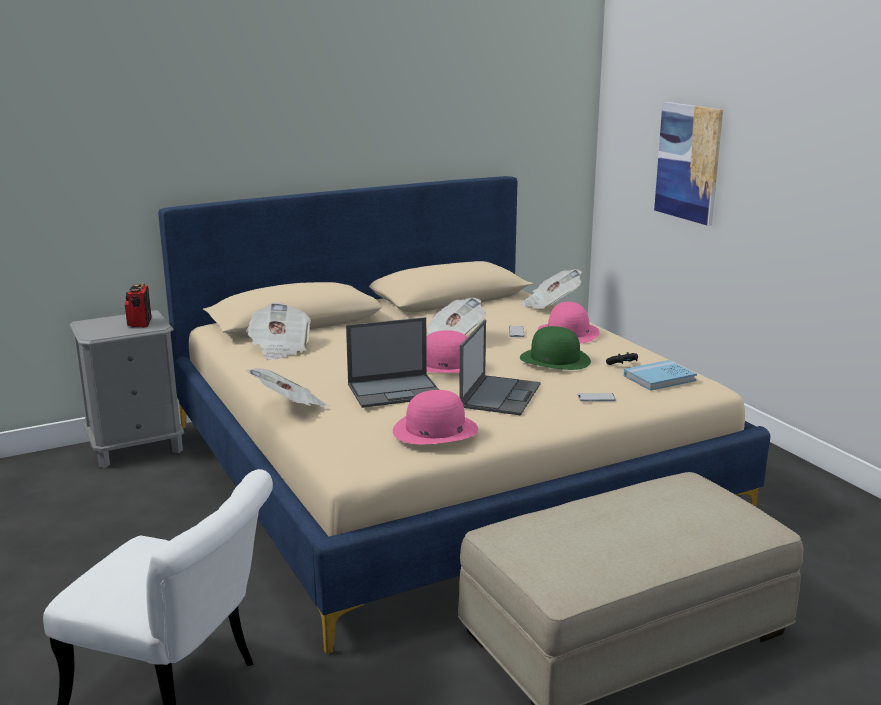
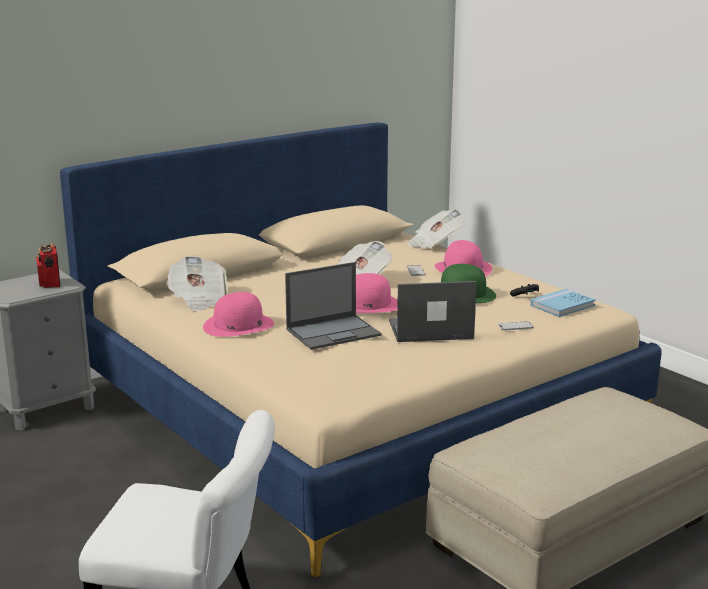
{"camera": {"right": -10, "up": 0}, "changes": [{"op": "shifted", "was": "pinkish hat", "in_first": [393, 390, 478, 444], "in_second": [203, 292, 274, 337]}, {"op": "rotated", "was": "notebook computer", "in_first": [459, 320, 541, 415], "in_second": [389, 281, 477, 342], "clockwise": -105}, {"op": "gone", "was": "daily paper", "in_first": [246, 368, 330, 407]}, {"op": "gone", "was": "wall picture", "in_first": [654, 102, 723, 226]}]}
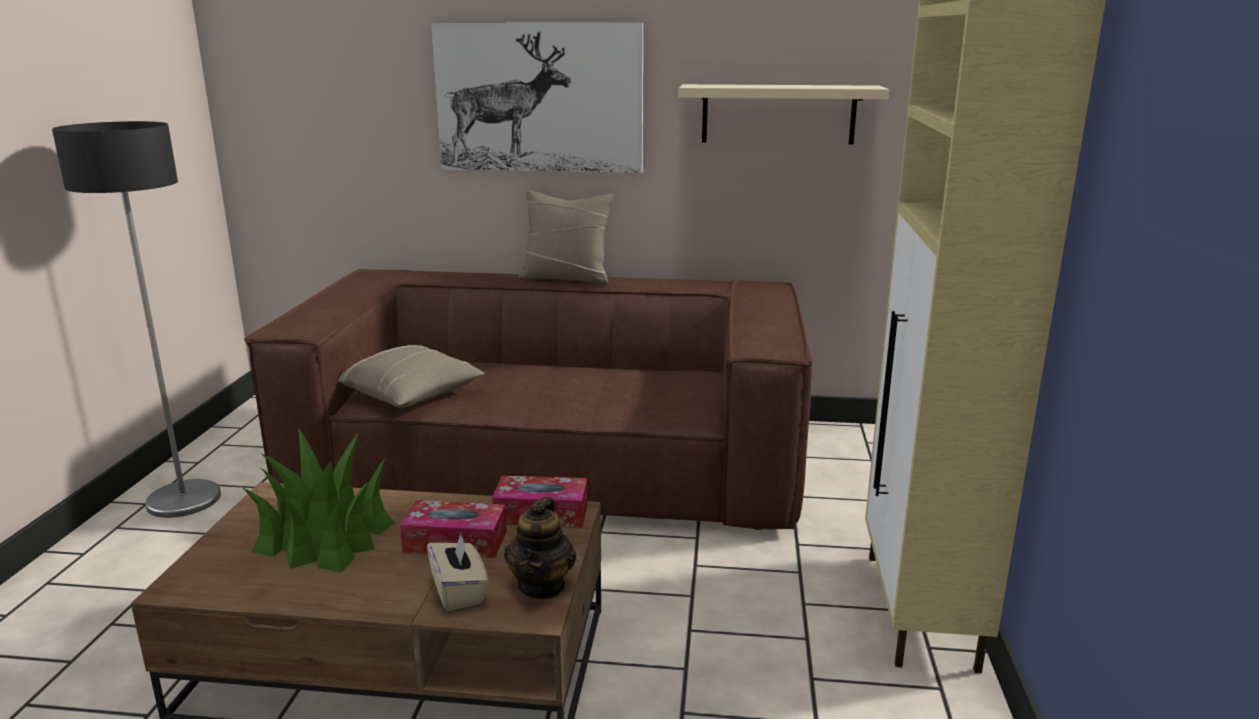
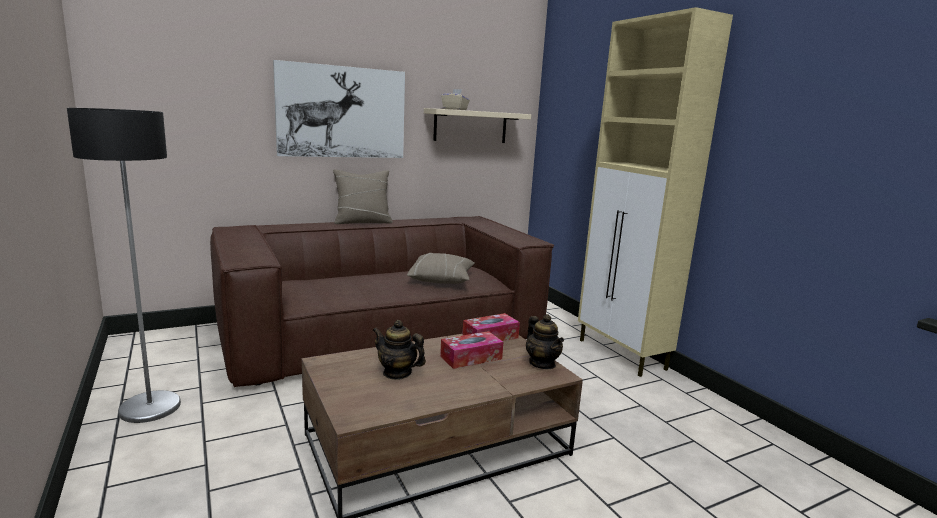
{"camera": {"right": -35, "up": -5}, "changes": [{"op": "swapped", "was": "potted plant", "now": "tea pot", "in_first": [243, 428, 395, 573], "in_second": [372, 320, 426, 380]}, {"op": "shifted", "was": "beige cushion", "in_first": [338, 345, 485, 408], "in_second": [407, 253, 475, 284]}, {"op": "shifted", "was": "beige box of tissues", "in_first": [427, 534, 488, 611], "in_second": [441, 89, 470, 110]}]}
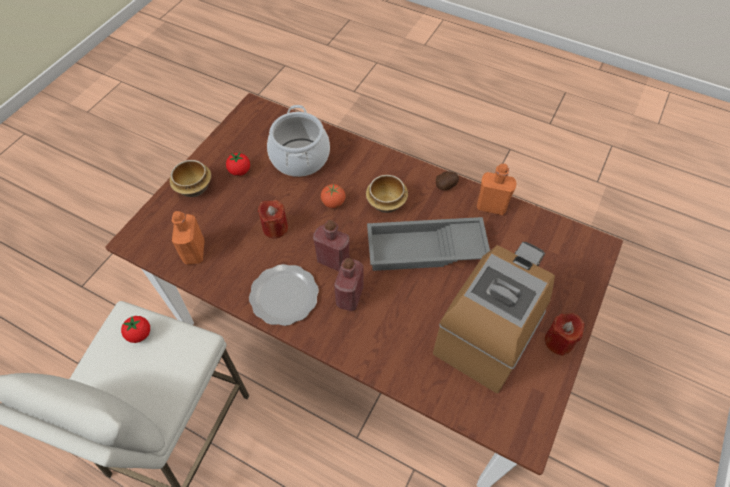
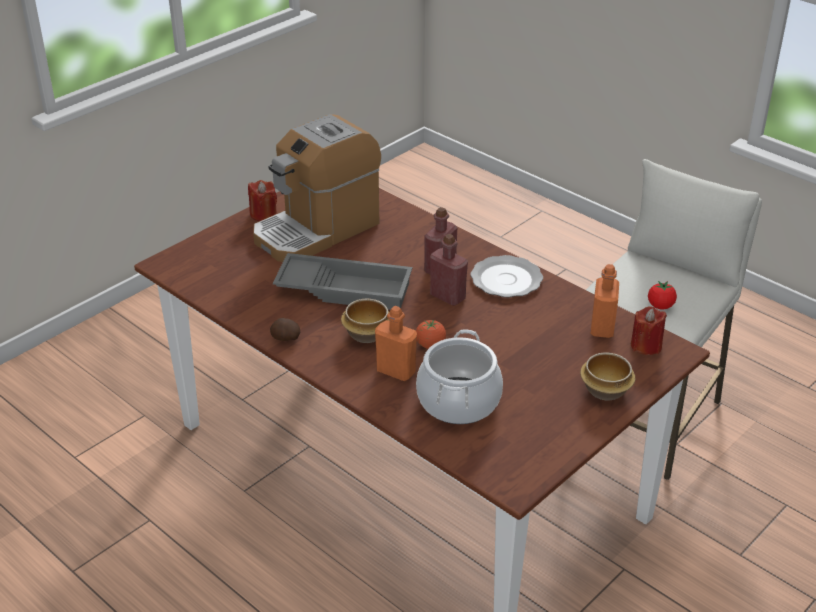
{"camera": {"right": -165, "up": -20}, "changes": [{"op": "shifted", "was": "orange bottle", "in_first": [477, 164, 517, 215], "in_second": [375, 306, 417, 381]}, {"op": "shifted", "was": "red-coloured wax light", "in_first": [258, 200, 288, 239], "in_second": [631, 306, 667, 355]}, {"op": "gone", "was": "whole tomato", "in_first": [226, 152, 250, 176]}]}
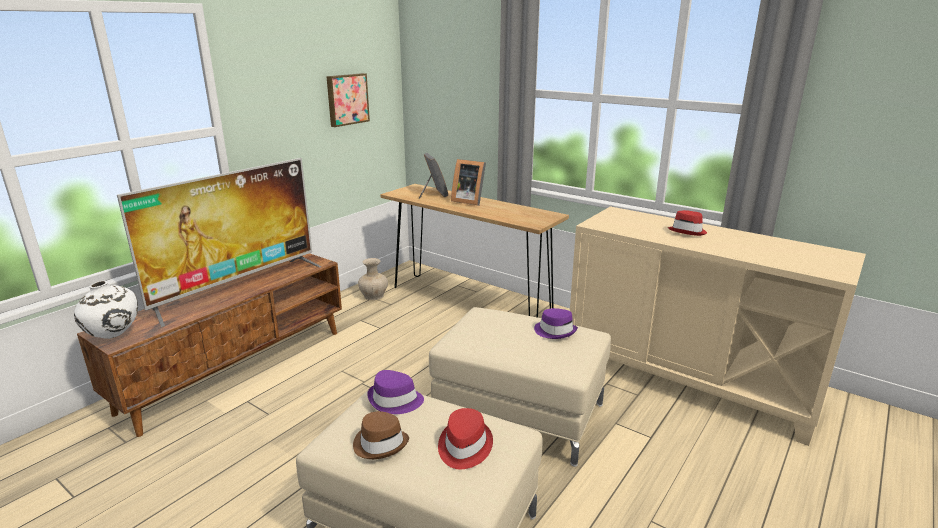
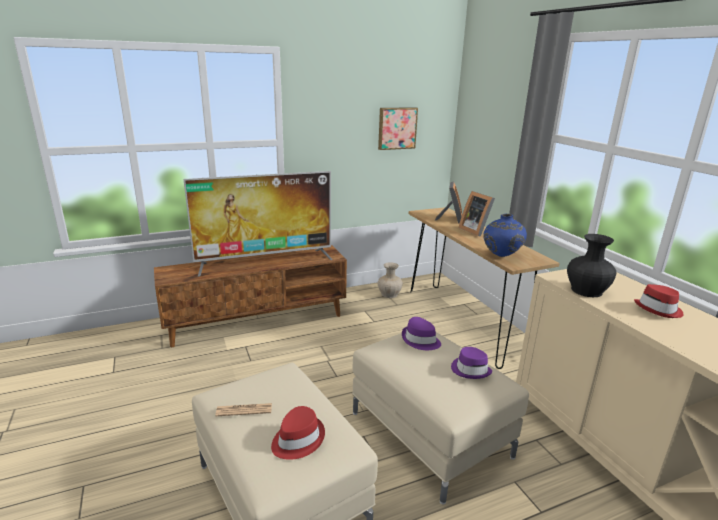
{"camera": {"right": 30, "up": 0}, "changes": [{"op": "swapped", "was": "brownish hat", "now": "daily paper", "in_first": [353, 411, 409, 459], "in_second": [215, 403, 272, 416]}, {"op": "shifted", "was": "purple-coloured hat", "in_first": [367, 370, 424, 414], "in_second": [402, 317, 441, 350]}, {"op": "new", "now": "bluish vase", "in_second": [483, 214, 527, 257]}, {"op": "new", "now": "blackish vase", "in_second": [567, 234, 617, 297]}, {"op": "gone", "was": "whitish vase", "in_first": [74, 281, 138, 339]}]}
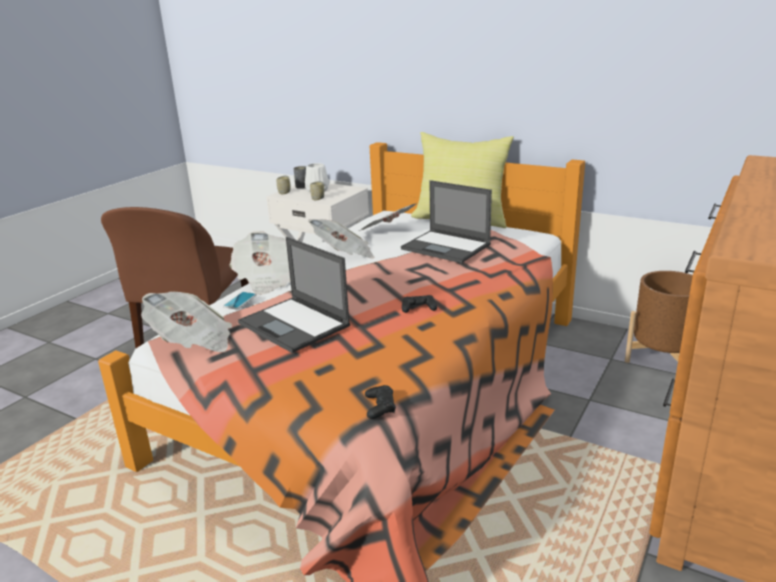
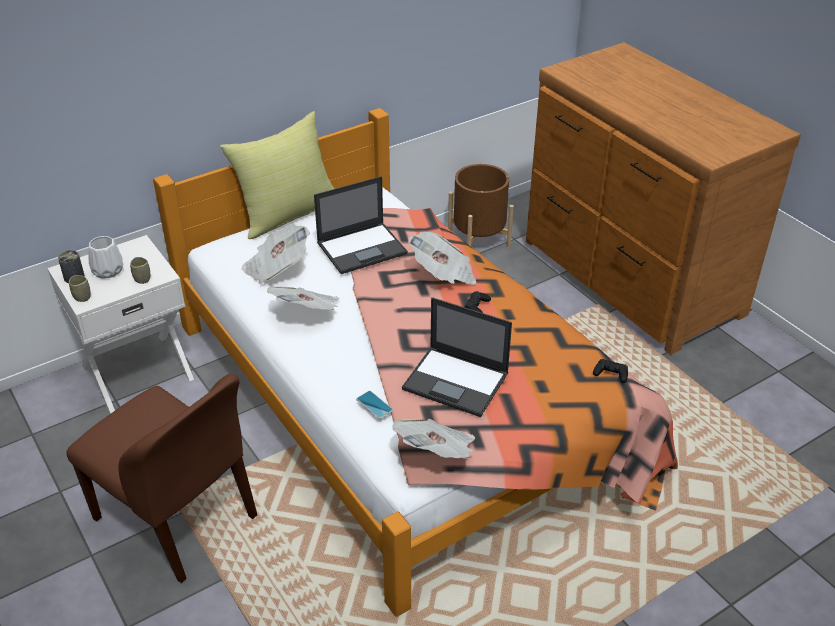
{"camera": {"right": -65, "up": 15}, "changes": [{"op": "rotated", "was": "notebook computer", "in_first": [238, 237, 350, 353], "in_second": [402, 297, 512, 417], "clockwise": 45}, {"op": "shifted", "was": "daily paper", "in_first": [230, 231, 291, 295], "in_second": [408, 232, 477, 285]}]}
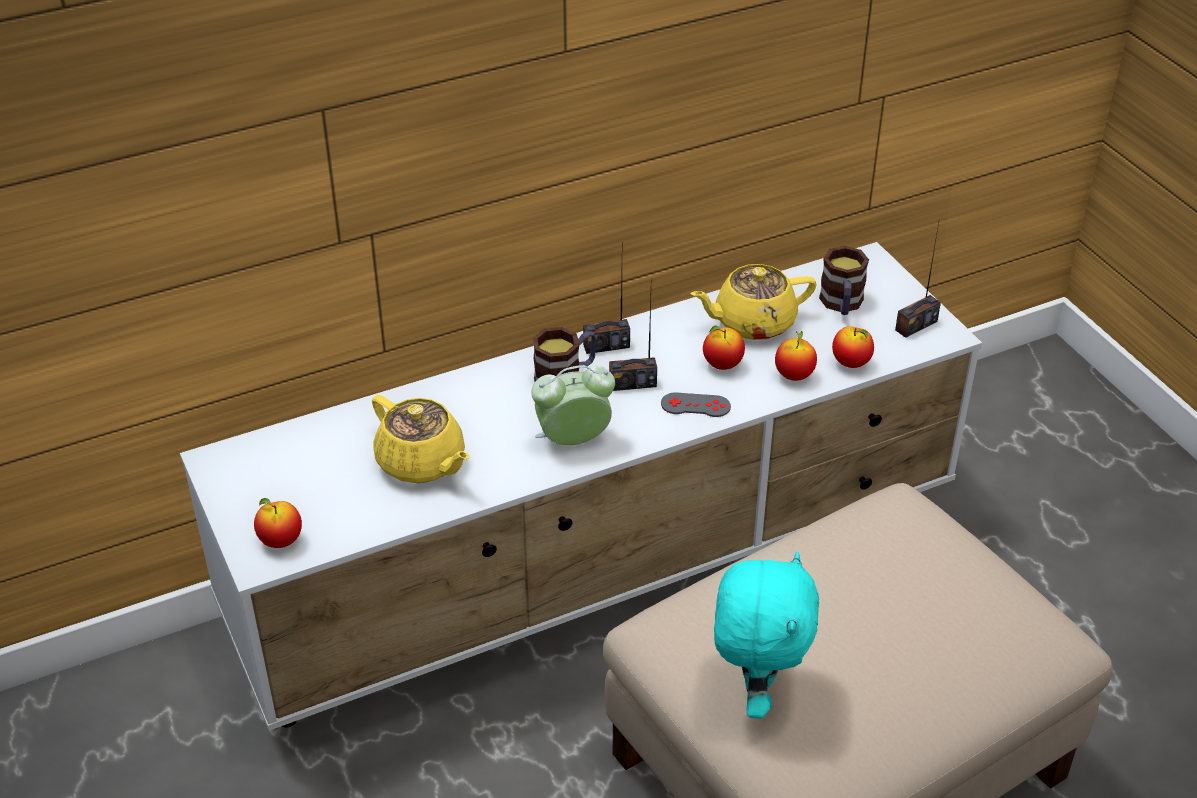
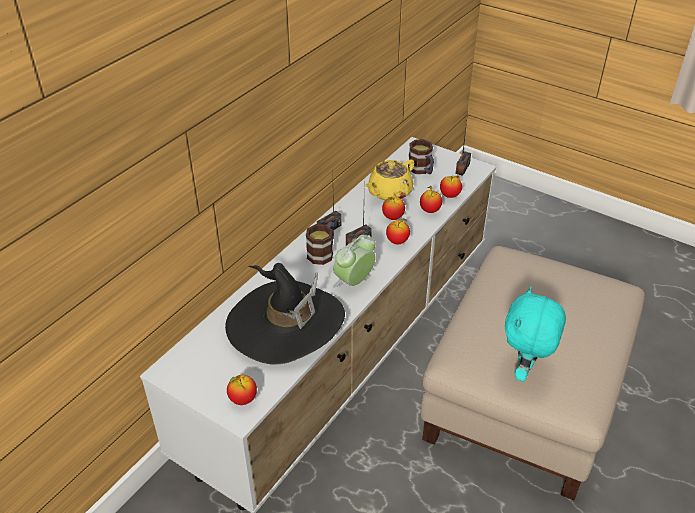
{"camera": {"right": -30, "up": 0}, "changes": [{"op": "swapped", "was": "yellowish tea pot", "now": "blackish hat", "in_first": [372, 395, 470, 483], "in_second": [225, 263, 345, 365]}, {"op": "swapped", "was": "grey gamepad", "now": "apple fruit", "in_first": [661, 393, 731, 417], "in_second": [386, 218, 410, 244]}, {"op": "rotated", "was": "turquoise-coloured plush toy", "in_first": [714, 551, 819, 719], "in_second": [505, 286, 566, 381], "clockwise": -135}]}
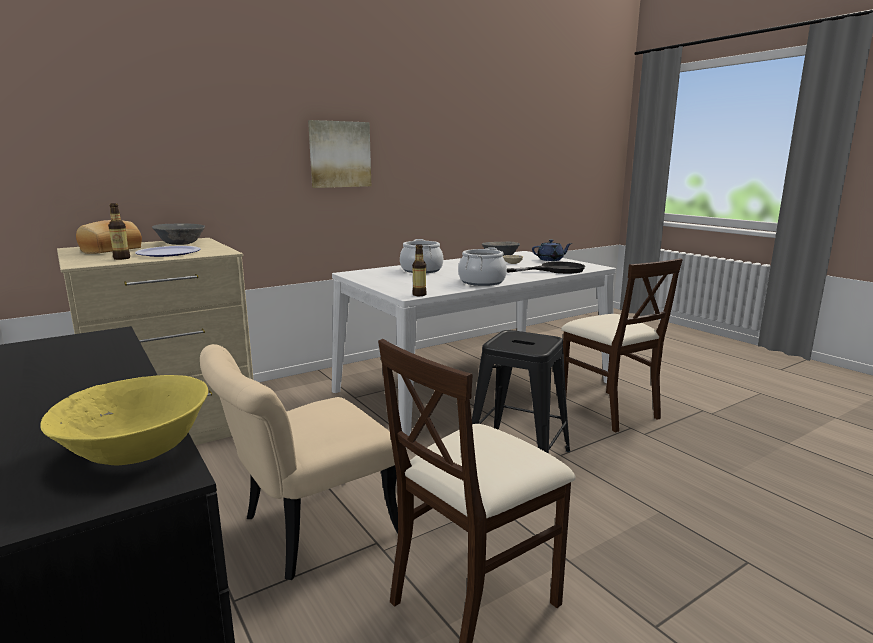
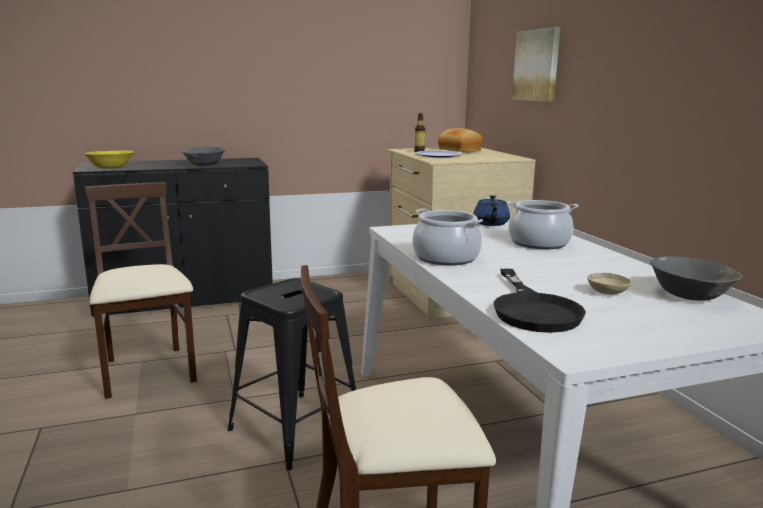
{"camera": {"right": 105, "up": 0}, "changes": [{"op": "shifted", "was": "grey deep dish", "in_first": [152, 223, 205, 245], "in_second": [181, 147, 225, 166]}, {"op": "shifted", "was": "bluish tea pot", "in_first": [532, 239, 572, 261], "in_second": [473, 195, 510, 226]}, {"op": "shifted", "was": "wall picture", "in_first": [308, 120, 371, 188], "in_second": [512, 27, 560, 102]}, {"op": "gone", "was": "beige plain chair", "in_first": [200, 344, 398, 580]}, {"op": "gone", "was": "bottle", "in_first": [412, 244, 427, 296]}]}
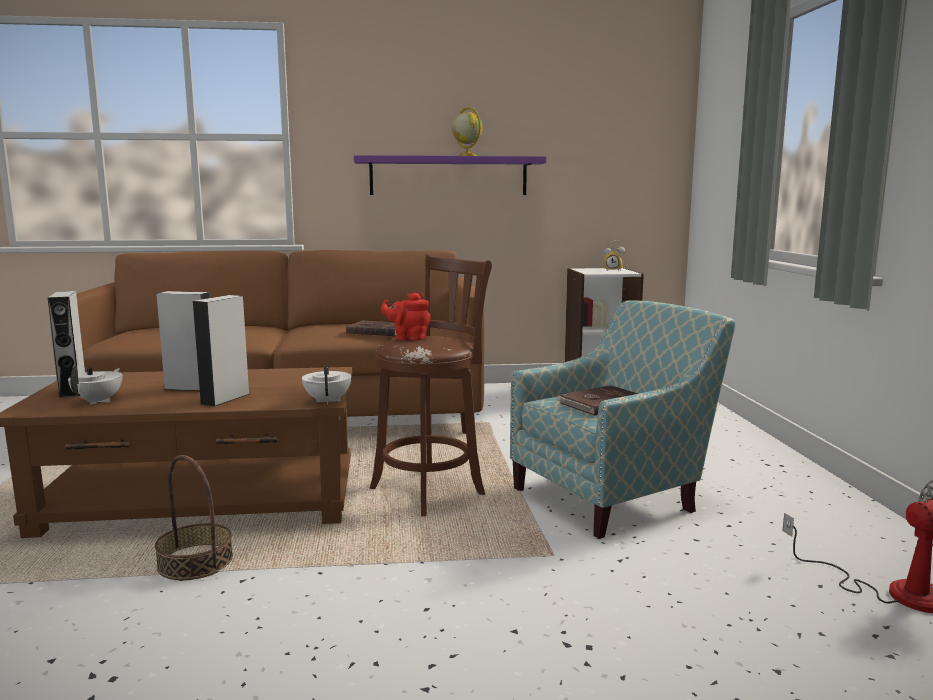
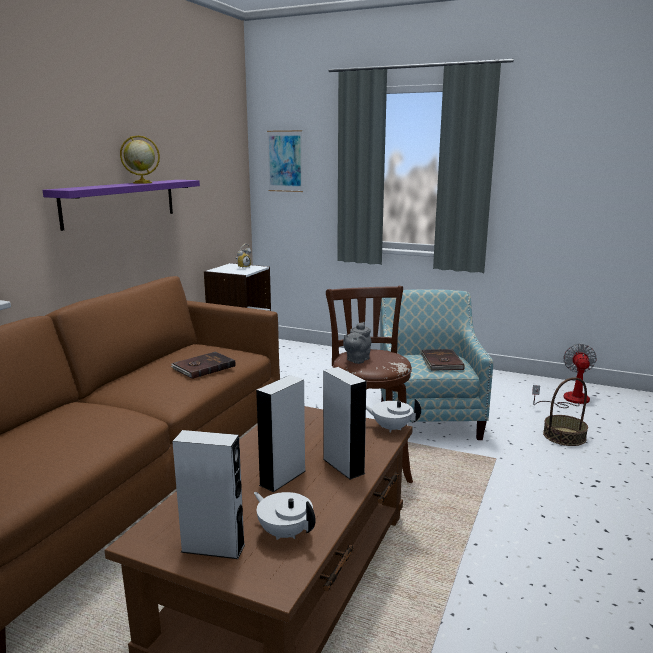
{"camera": {"right": -60, "up": 5}, "changes": [{"op": "new", "now": "wall picture", "in_second": [267, 130, 303, 192]}, {"op": "repainted", "was": "red-coloured tea pot", "now": "grey tea pot", "in_first": [381, 292, 431, 341], "in_second": [343, 322, 371, 364]}, {"op": "shifted", "was": "storage basket", "in_first": [155, 455, 233, 580], "in_second": [543, 377, 588, 446]}]}
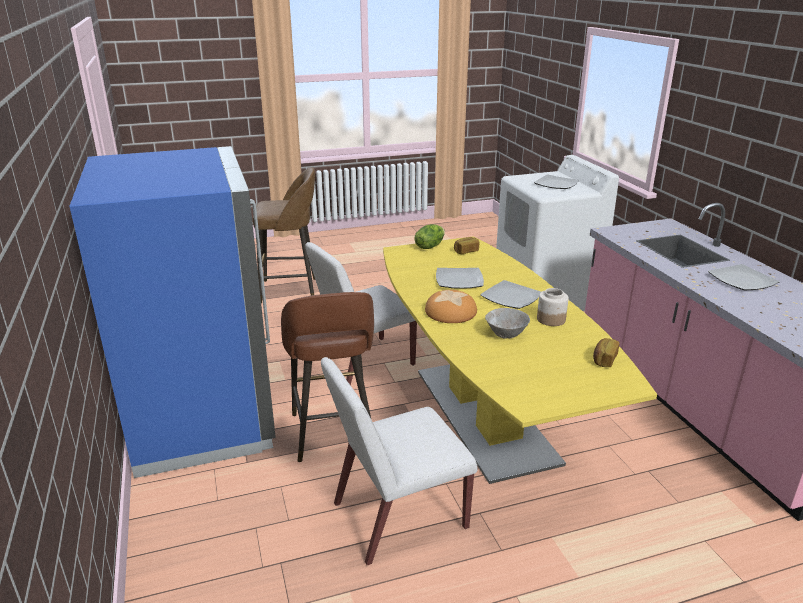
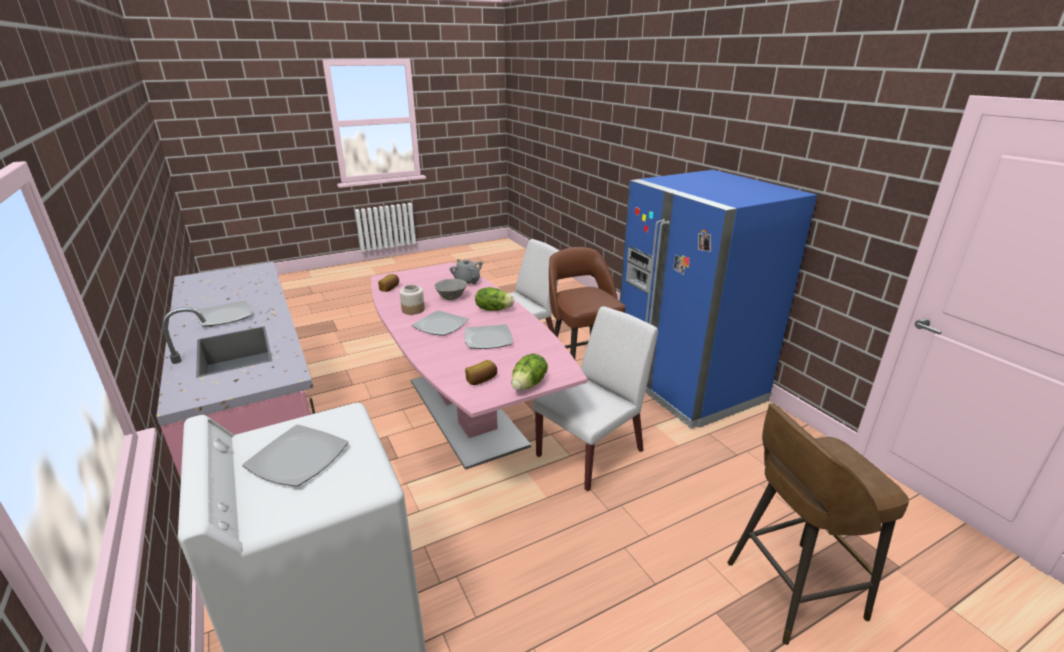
{"camera": {"right": 170, "up": 0}, "changes": [{"op": "repainted", "was": "yellowish dining table", "now": "pinkish dining table", "in_first": [383, 236, 657, 484], "in_second": [371, 262, 587, 470]}, {"op": "new", "now": "grey tea pot", "in_second": [450, 259, 482, 284]}, {"op": "swapped", "was": "baked bread", "now": "head of lettuce", "in_first": [425, 290, 477, 323], "in_second": [475, 287, 514, 311]}]}
